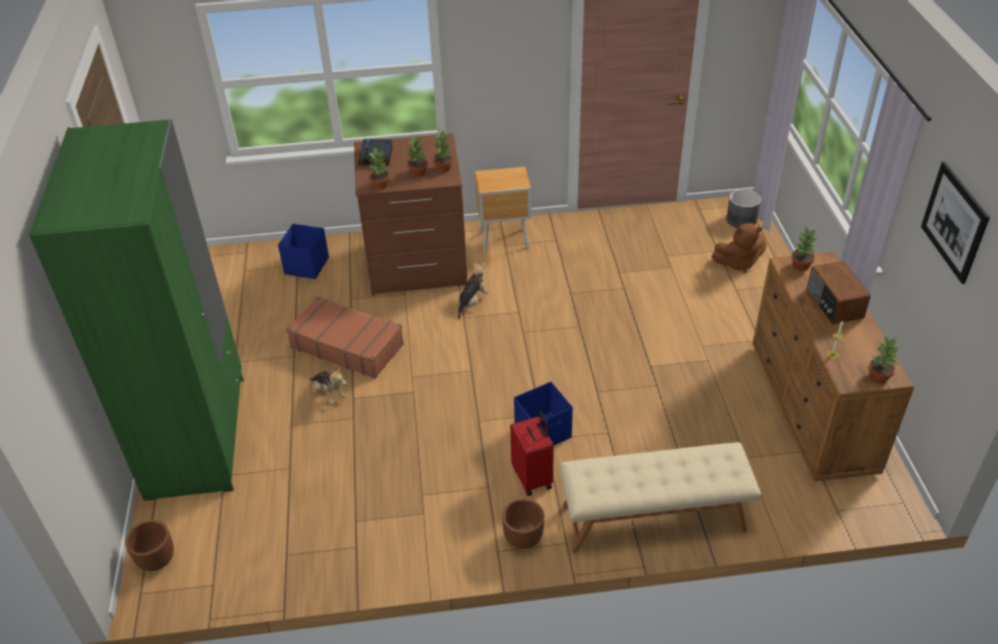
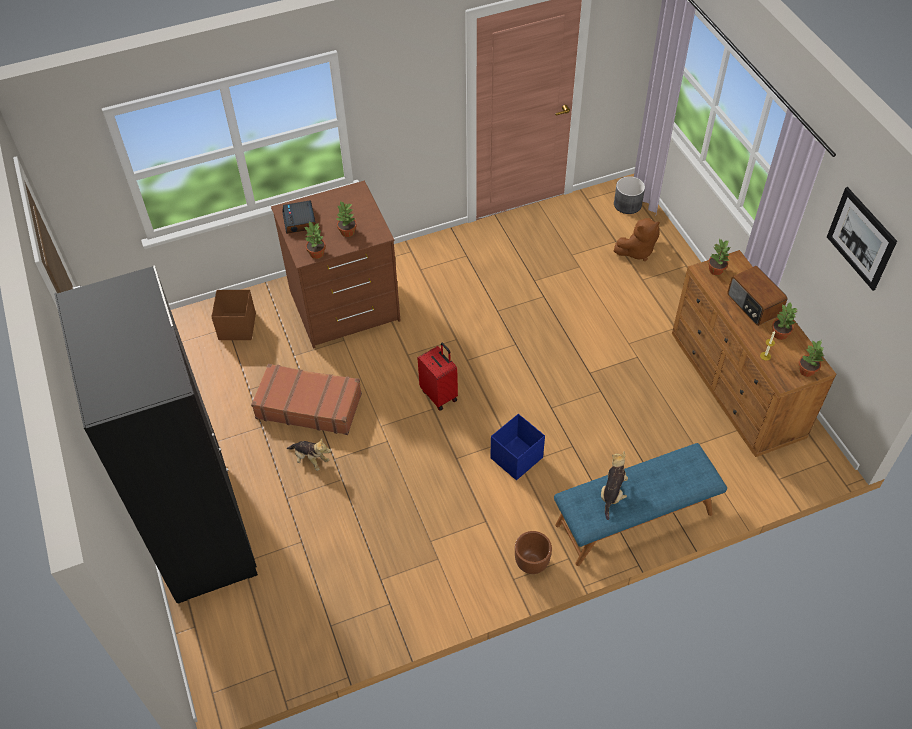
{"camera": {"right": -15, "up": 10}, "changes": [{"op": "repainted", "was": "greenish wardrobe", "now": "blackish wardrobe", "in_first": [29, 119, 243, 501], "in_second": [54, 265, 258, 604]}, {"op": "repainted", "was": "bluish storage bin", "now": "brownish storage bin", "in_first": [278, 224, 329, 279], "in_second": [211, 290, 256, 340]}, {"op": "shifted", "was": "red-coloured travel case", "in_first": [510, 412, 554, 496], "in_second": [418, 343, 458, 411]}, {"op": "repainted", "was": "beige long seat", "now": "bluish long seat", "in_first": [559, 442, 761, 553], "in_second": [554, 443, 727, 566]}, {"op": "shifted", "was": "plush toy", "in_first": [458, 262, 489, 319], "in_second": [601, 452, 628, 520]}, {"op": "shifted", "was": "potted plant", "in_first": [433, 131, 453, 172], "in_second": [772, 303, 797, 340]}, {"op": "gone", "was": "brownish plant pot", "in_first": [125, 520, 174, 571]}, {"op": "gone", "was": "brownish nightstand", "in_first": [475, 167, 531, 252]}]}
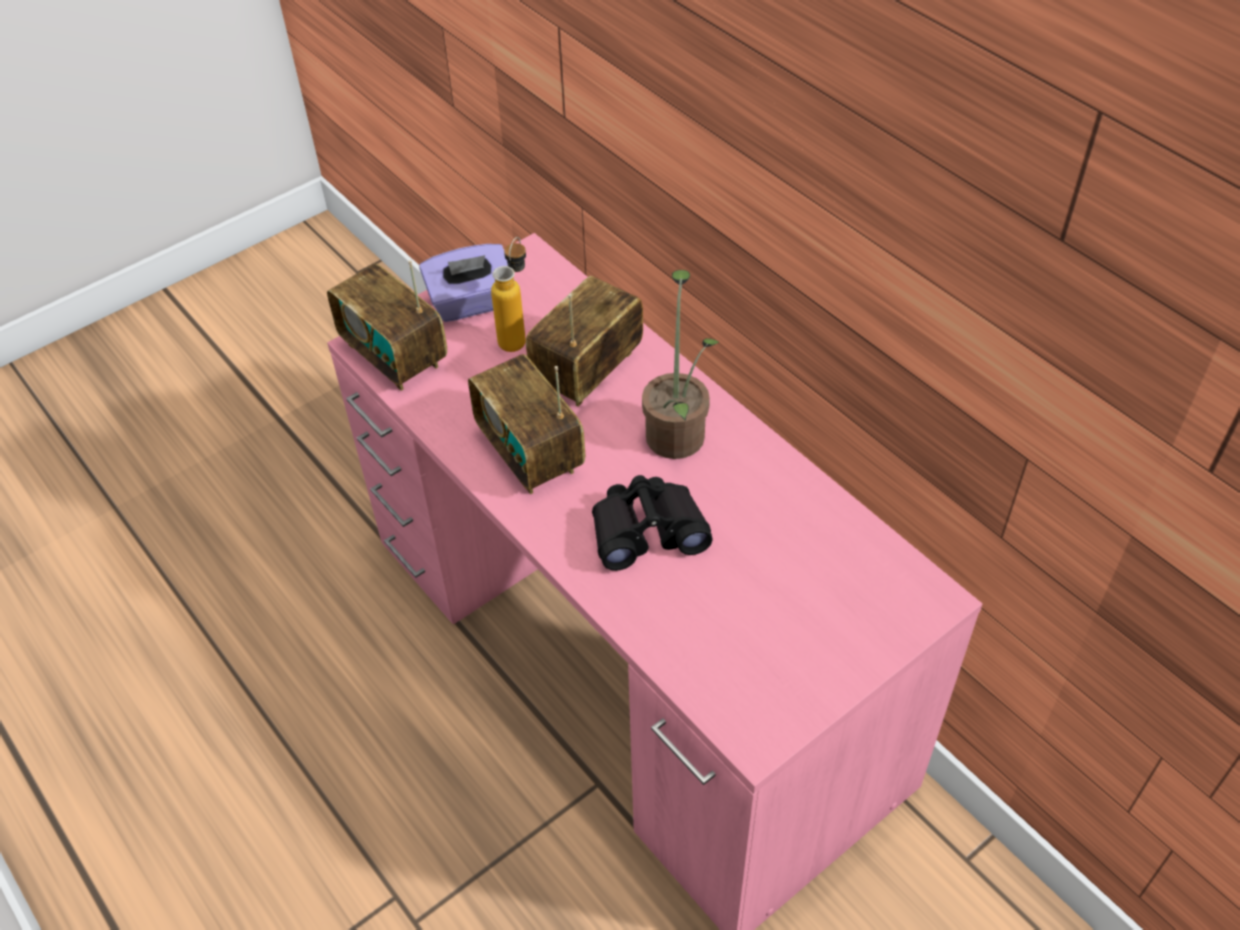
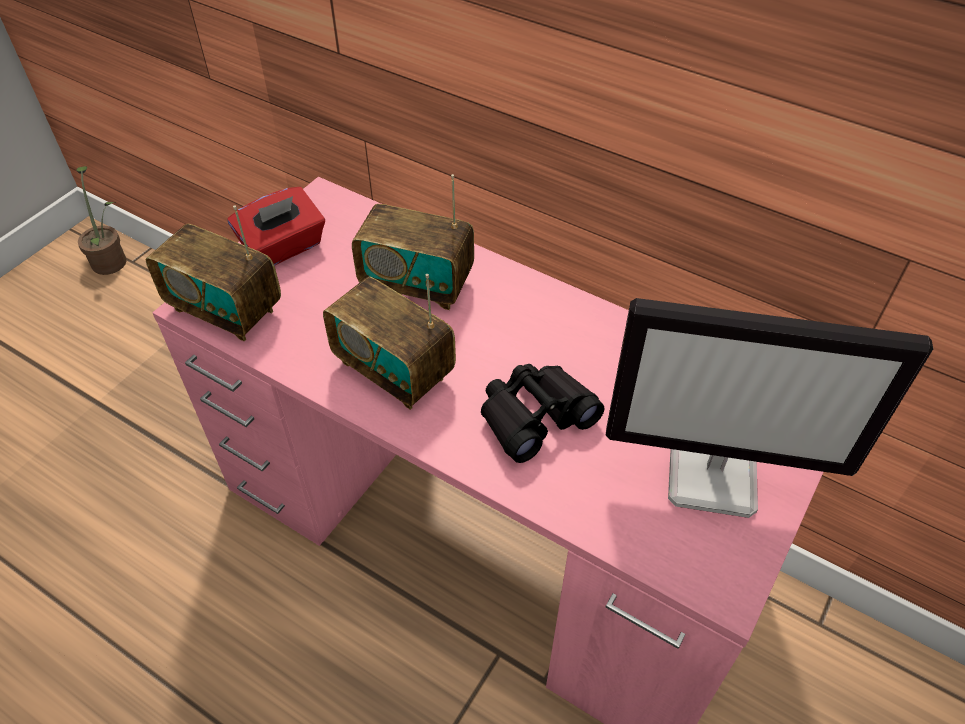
{"camera": {"right": -20, "up": 0}, "changes": [{"op": "shifted", "was": "potted plant", "in_first": [642, 270, 719, 459], "in_second": [76, 166, 127, 275]}, {"op": "repainted", "was": "purple-coloured box of tissues", "now": "red-coloured box of tissues", "in_first": [419, 244, 508, 322], "in_second": [228, 187, 325, 266]}, {"op": "rotated", "was": "radio", "in_first": [526, 276, 643, 407], "in_second": [352, 174, 474, 310], "clockwise": -90}, {"op": "new", "now": "monitor", "in_second": [606, 298, 933, 518]}, {"op": "gone", "was": "bottle", "in_first": [491, 237, 526, 352]}]}
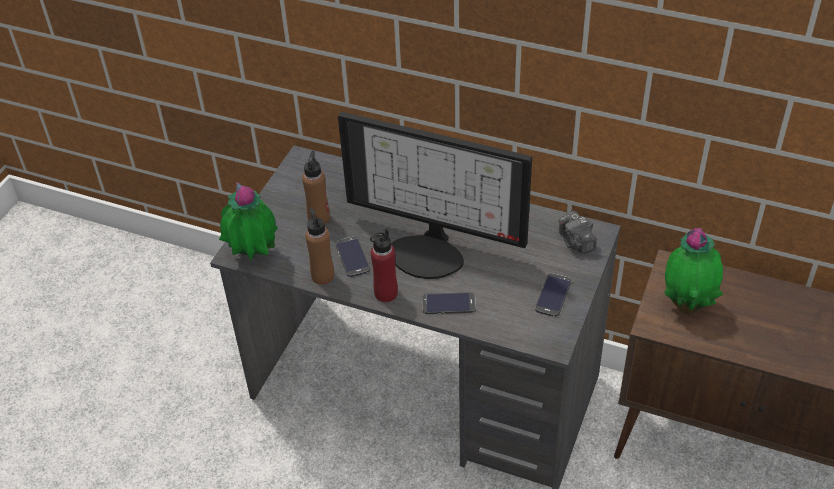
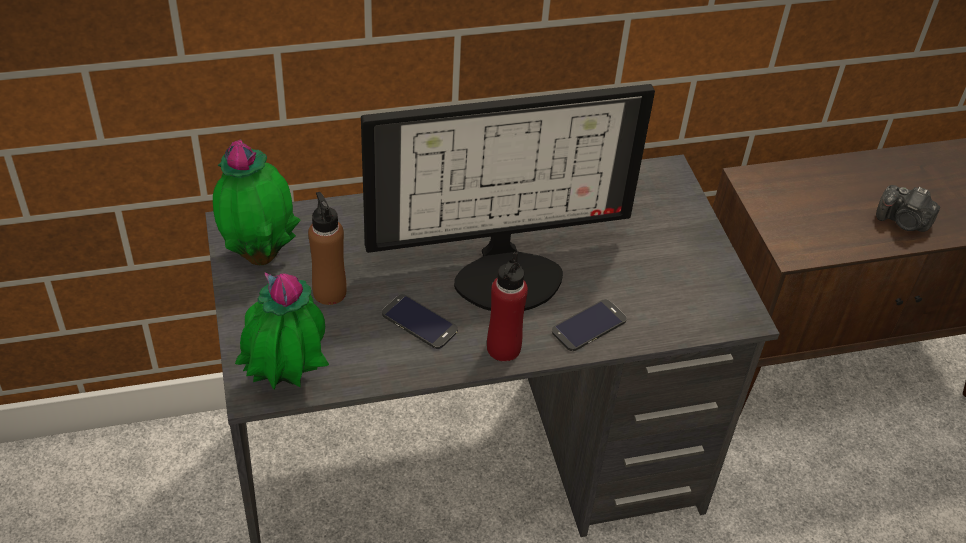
{"camera": {"right": -40, "up": 0}, "changes": [{"op": "shifted", "was": "potted plant", "in_first": [664, 228, 723, 314], "in_second": [213, 139, 301, 265]}, {"op": "shifted", "was": "photo camera", "in_first": [559, 211, 597, 254], "in_second": [876, 185, 940, 232]}, {"op": "gone", "was": "brownish bottle", "in_first": [305, 208, 334, 285]}, {"op": "gone", "was": "phone", "in_first": [535, 273, 571, 317]}]}
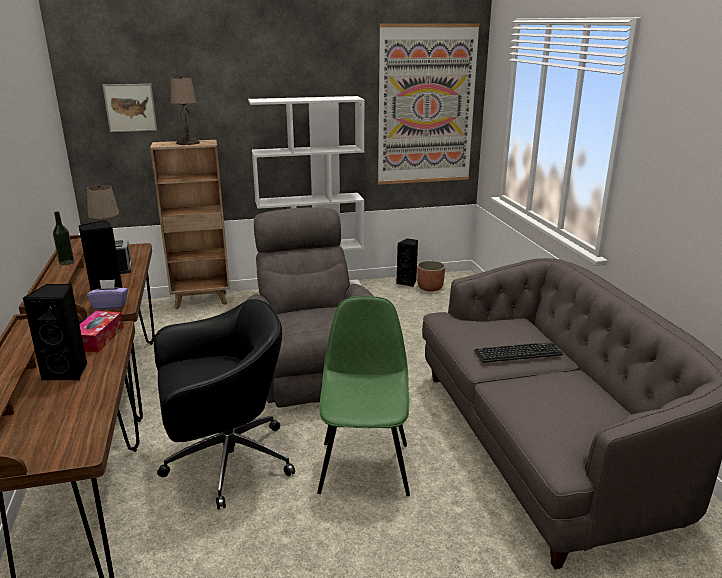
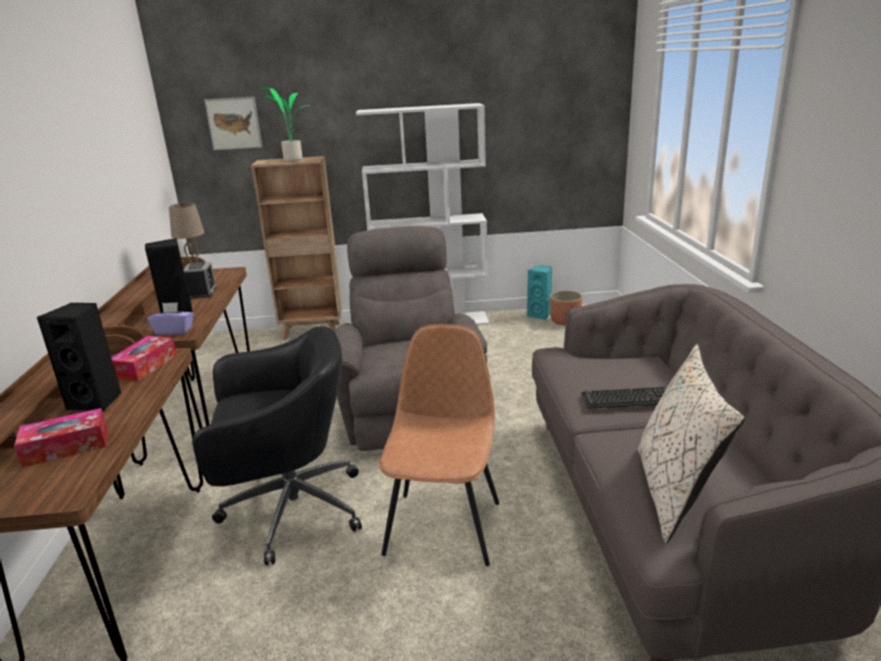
{"camera": {"right": 10, "up": 0}, "changes": [{"op": "new", "now": "box of tissues", "in_second": [14, 408, 108, 468]}, {"op": "swapped", "was": "beige tabletop lamp", "now": "potted plant", "in_first": [171, 75, 200, 145], "in_second": [263, 87, 309, 161]}, {"op": "repainted", "was": "greenish plain chair", "now": "brownish plain chair", "in_first": [317, 296, 410, 496], "in_second": [379, 324, 499, 566]}, {"op": "repainted", "was": "blackish audio speaker", "now": "turquoise-coloured audio speaker", "in_first": [396, 239, 418, 287], "in_second": [527, 265, 552, 320]}, {"op": "new", "now": "beige cushion", "in_second": [638, 344, 745, 543]}, {"op": "gone", "was": "bottle", "in_first": [53, 211, 74, 265]}, {"op": "gone", "was": "wall picture", "in_first": [378, 23, 480, 185]}]}
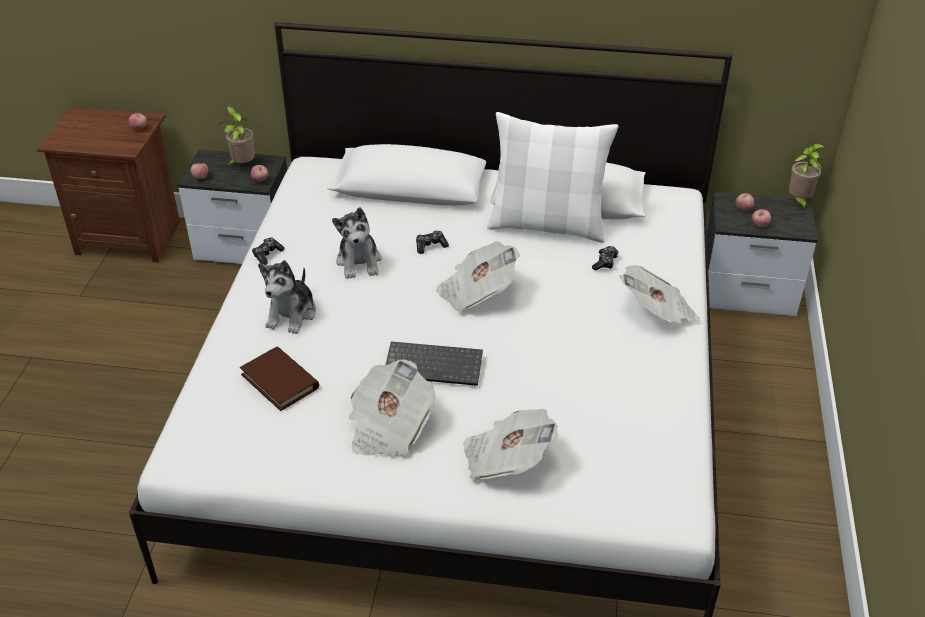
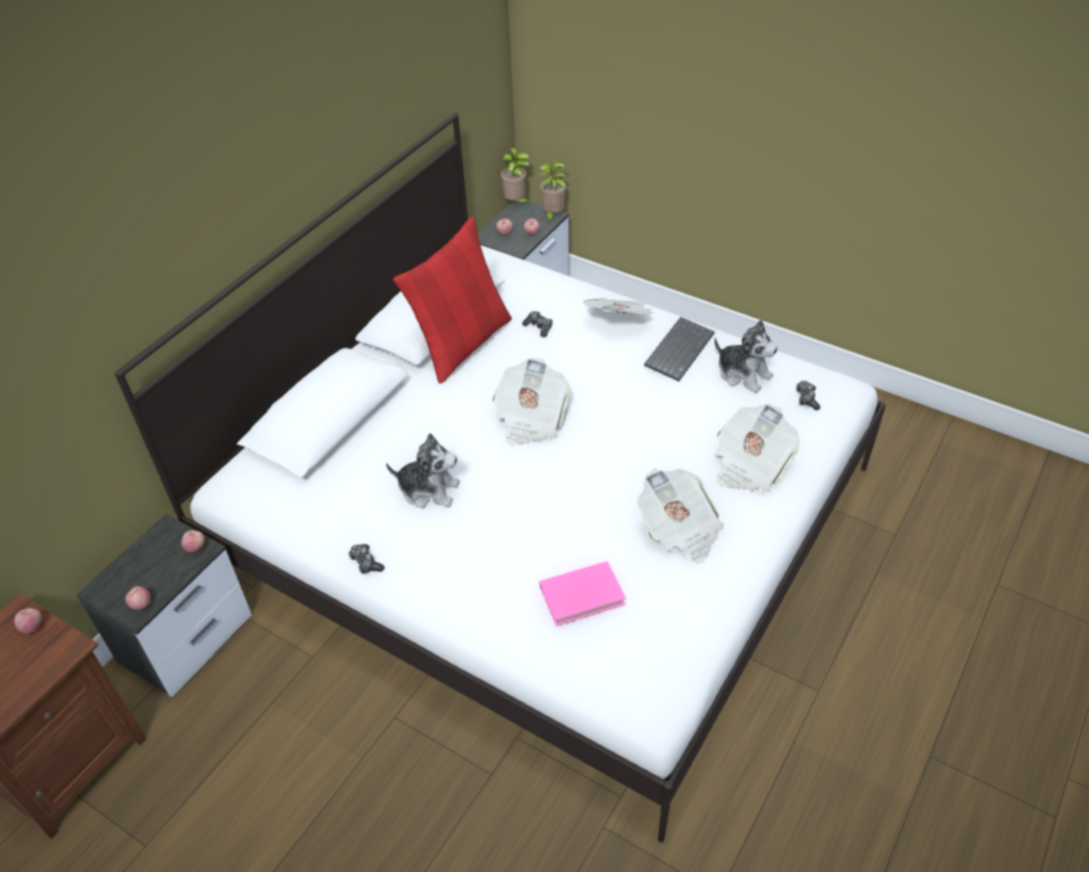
{"camera": {"right": -65, "up": 5}, "changes": [{"op": "repainted", "was": "whitish cushion", "now": "red-coloured cushion", "in_first": [487, 112, 619, 242], "in_second": [393, 216, 512, 384]}, {"op": "shifted", "was": "potted plant", "in_first": [219, 106, 255, 165], "in_second": [538, 162, 567, 223]}, {"op": "repainted", "was": "brownish volume", "now": "pinkish volume", "in_first": [240, 346, 319, 411], "in_second": [539, 561, 626, 626]}, {"op": "shifted", "was": "computer keyboard", "in_first": [386, 342, 483, 386], "in_second": [644, 317, 715, 381]}, {"op": "shifted", "was": "plush toy", "in_first": [258, 260, 316, 334], "in_second": [714, 320, 777, 393]}, {"op": "shifted", "was": "gamepad", "in_first": [416, 231, 449, 254], "in_second": [796, 381, 820, 410]}]}
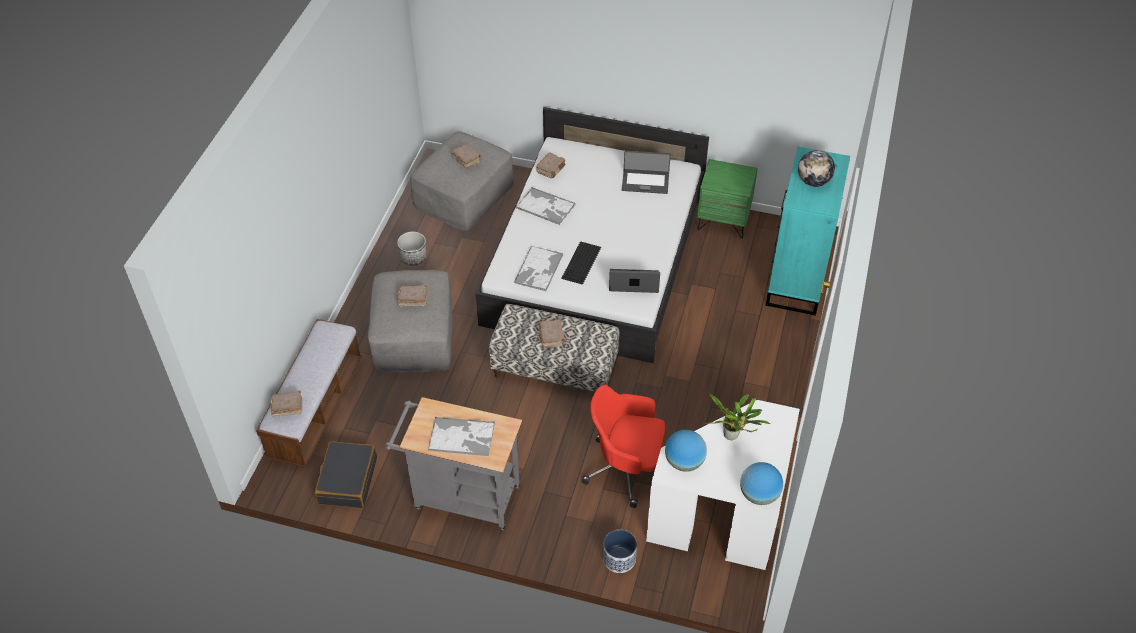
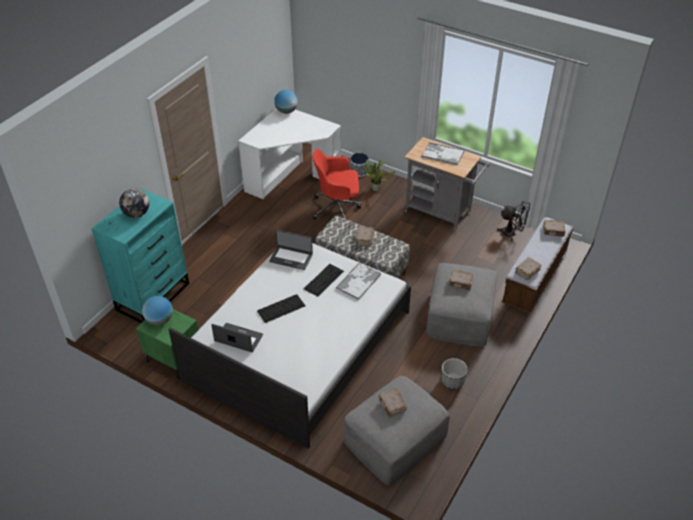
{"camera": {"right": -165, "up": -5}, "changes": [{"op": "shifted", "was": "desk globe", "in_first": [665, 430, 707, 472], "in_second": [142, 296, 173, 326]}, {"op": "new", "now": "computer keyboard", "in_second": [257, 294, 305, 323]}, {"op": "rotated", "was": "red-coloured office chair", "in_first": [582, 385, 666, 508], "in_second": [312, 149, 361, 220], "clockwise": 150}, {"op": "shifted", "was": "potted plant", "in_first": [704, 394, 770, 440], "in_second": [359, 159, 395, 192]}, {"op": "swapped", "was": "blackish travel case", "now": "blackish cooling fan", "in_first": [315, 441, 377, 508], "in_second": [497, 201, 530, 241]}, {"op": "shifted", "was": "brownish volume", "in_first": [536, 153, 565, 178], "in_second": [515, 257, 542, 280]}, {"op": "gone", "was": "carrying tray", "in_first": [516, 187, 576, 225]}]}
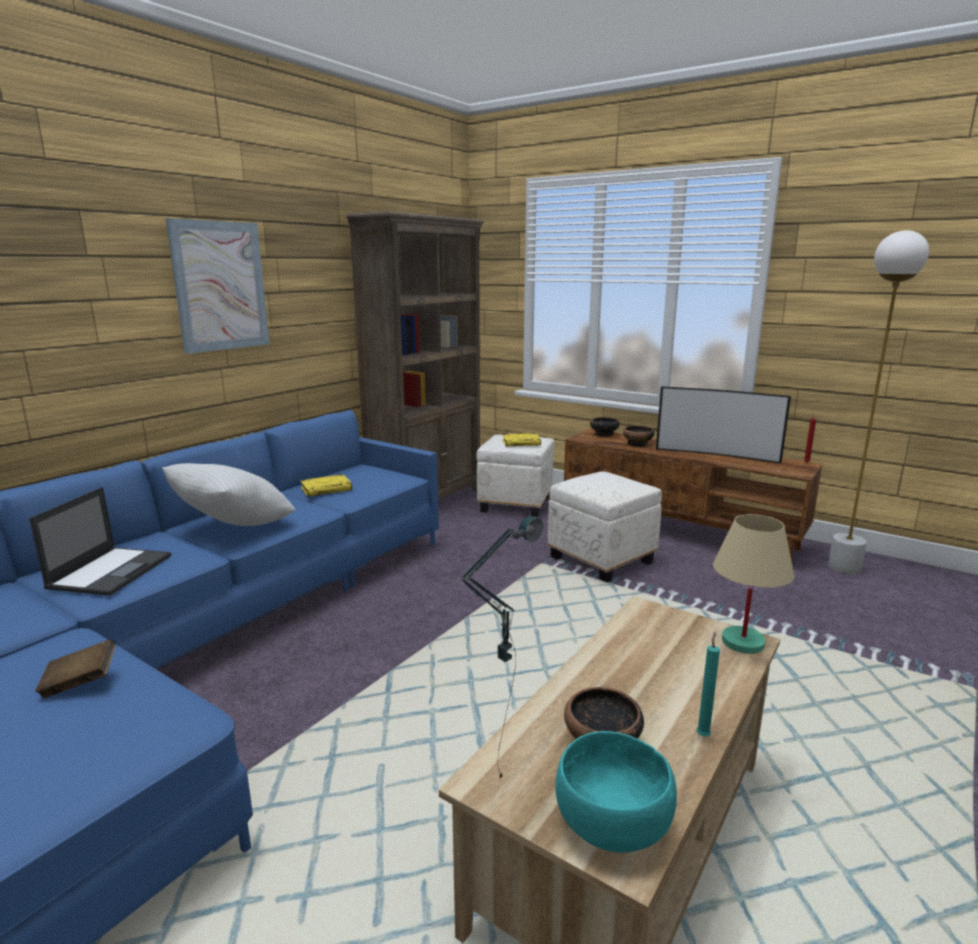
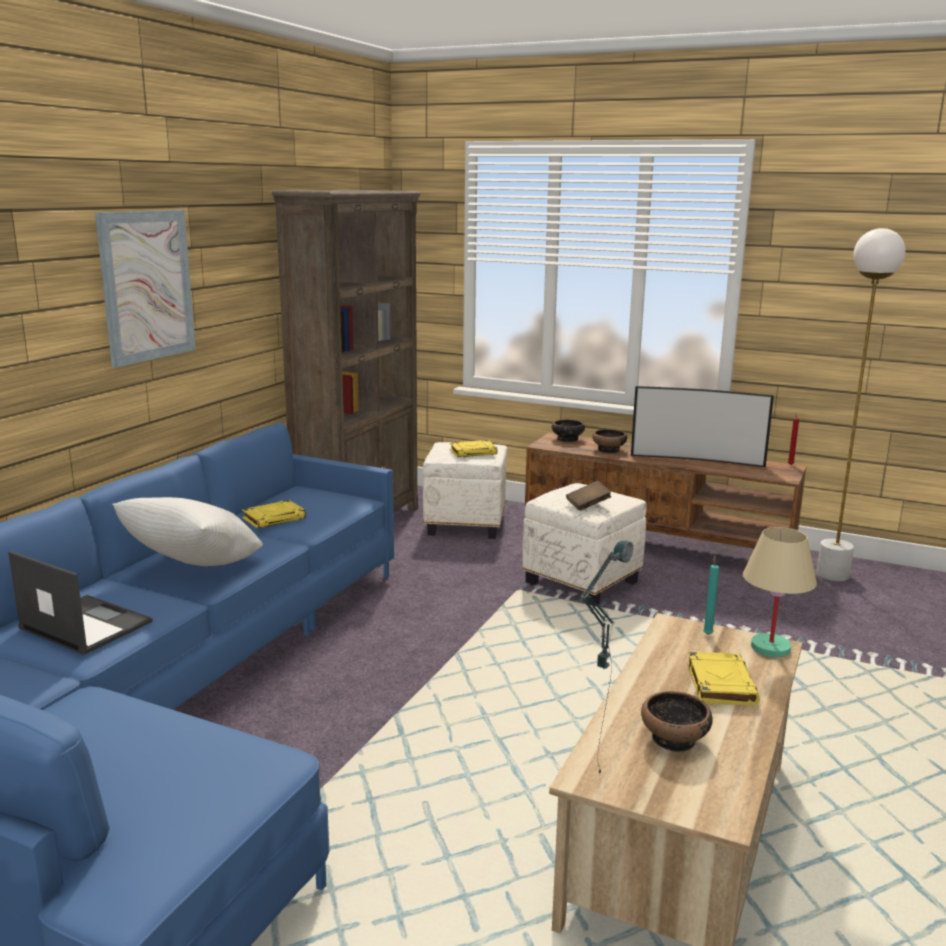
{"camera": {"right": -10, "up": 0}, "changes": [{"op": "rotated", "was": "notebook computer", "in_first": [29, 487, 171, 596], "in_second": [8, 551, 153, 655], "clockwise": -60}, {"op": "shifted", "was": "brownish volume", "in_first": [35, 639, 116, 698], "in_second": [566, 481, 611, 511]}, {"op": "new", "now": "yellowish volume", "in_second": [687, 652, 760, 705]}, {"op": "shifted", "was": "turquoise-coloured wax light", "in_first": [696, 632, 720, 737], "in_second": [703, 555, 719, 635]}, {"op": "gone", "was": "turquoise-coloured deep dish", "in_first": [555, 731, 677, 853]}]}
